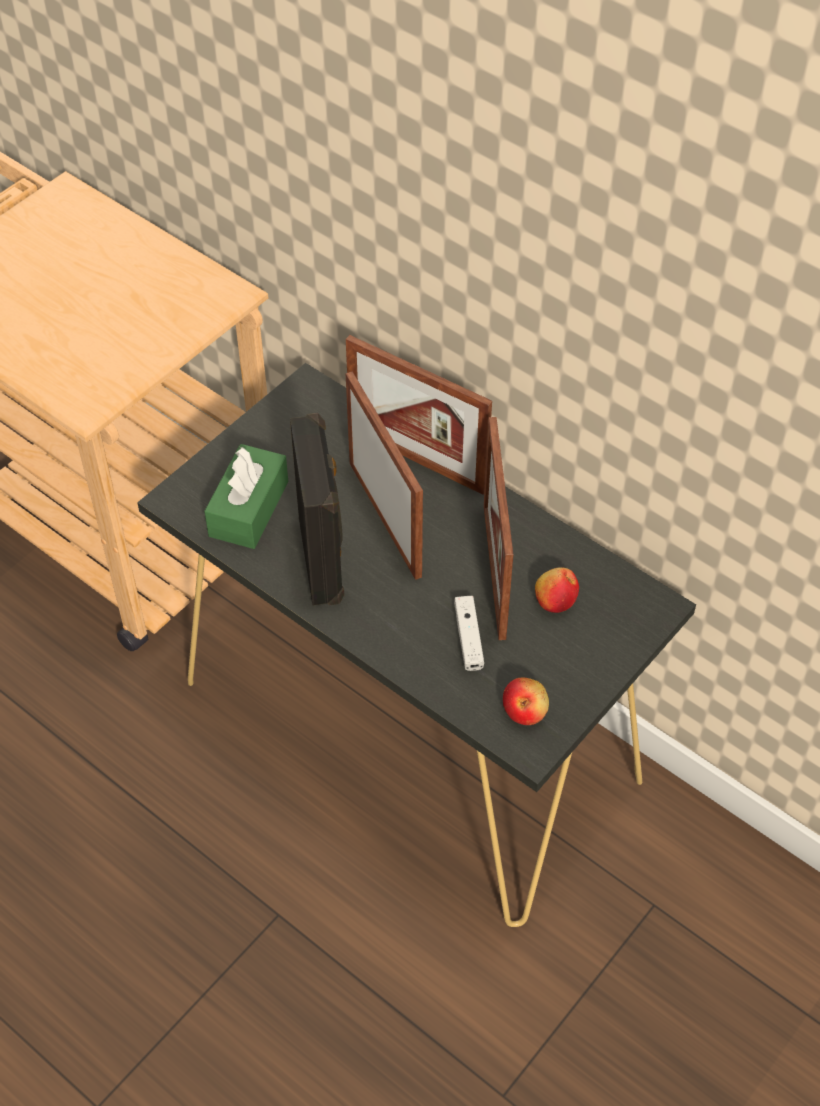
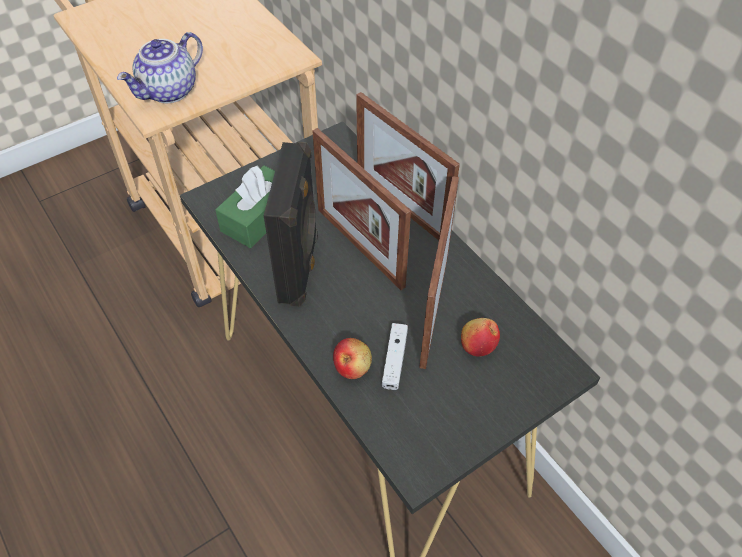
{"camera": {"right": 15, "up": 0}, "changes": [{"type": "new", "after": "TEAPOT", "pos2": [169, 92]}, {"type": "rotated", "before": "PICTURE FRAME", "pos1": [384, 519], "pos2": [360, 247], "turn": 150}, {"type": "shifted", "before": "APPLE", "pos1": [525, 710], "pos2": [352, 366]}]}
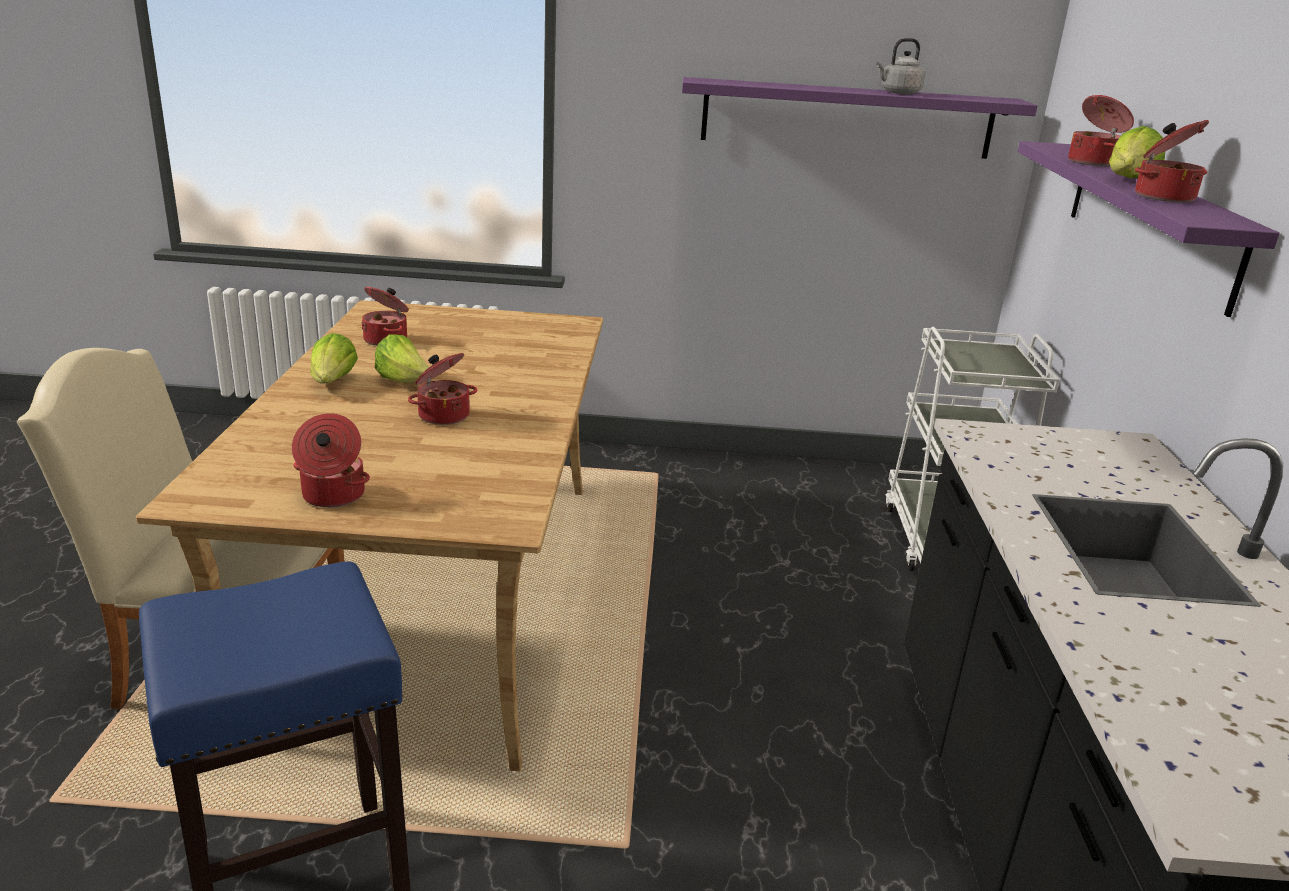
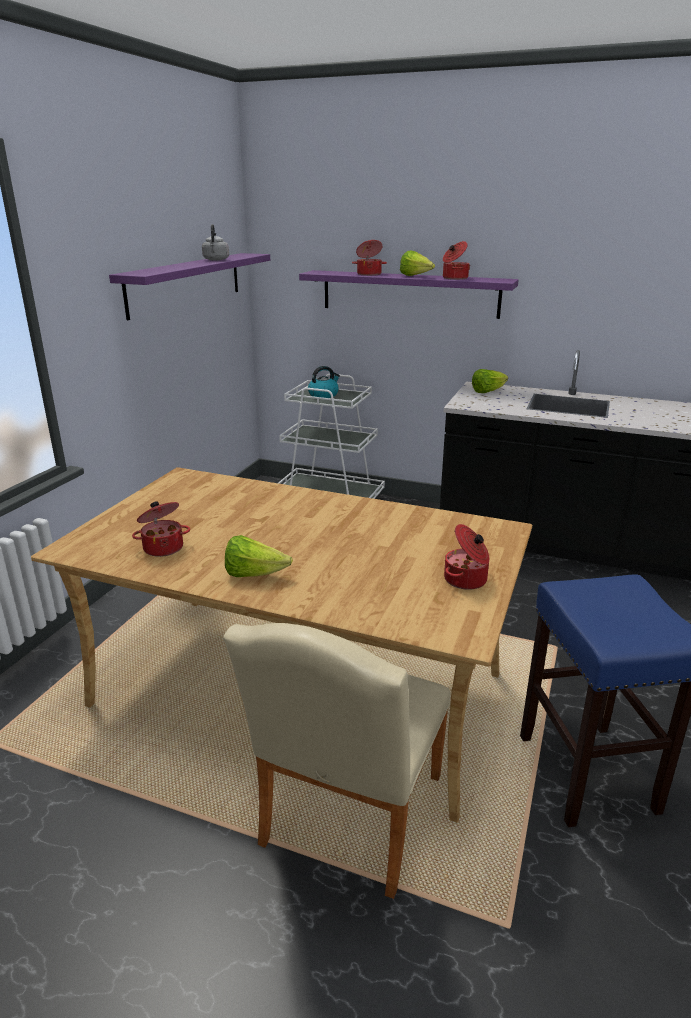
{"camera": {"right": -70, "up": 0}, "changes": [{"type": "new", "after": "KETTLE", "pos2": [323, 395]}, {"type": "shifted", "before": "LETTUCE", "pos1": [405, 382], "pos2": [487, 392]}, {"type": "gone", "before": "COOKING POT", "pos1": [443, 415]}]}
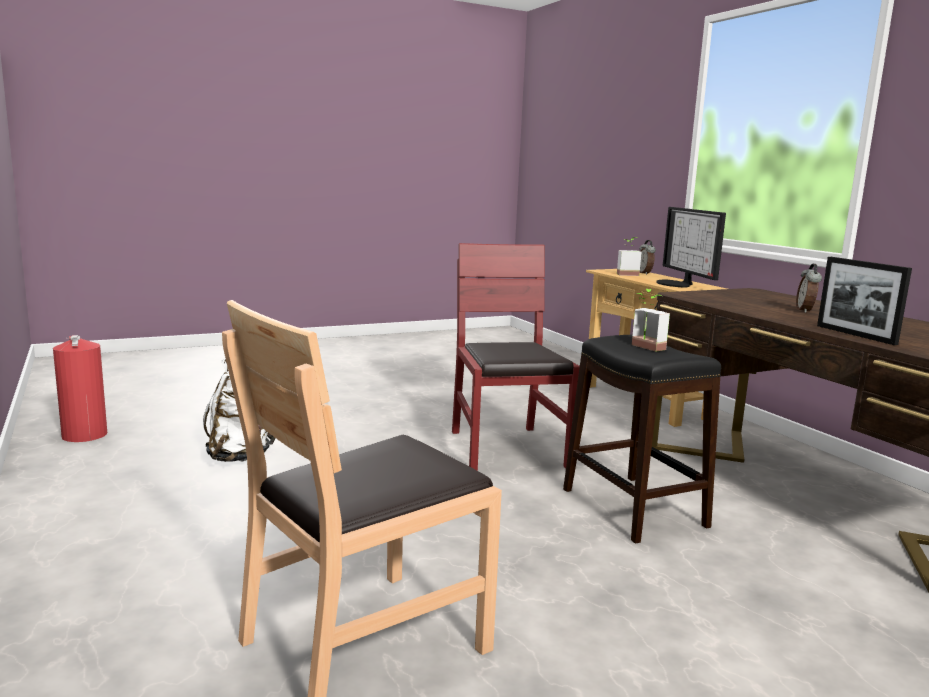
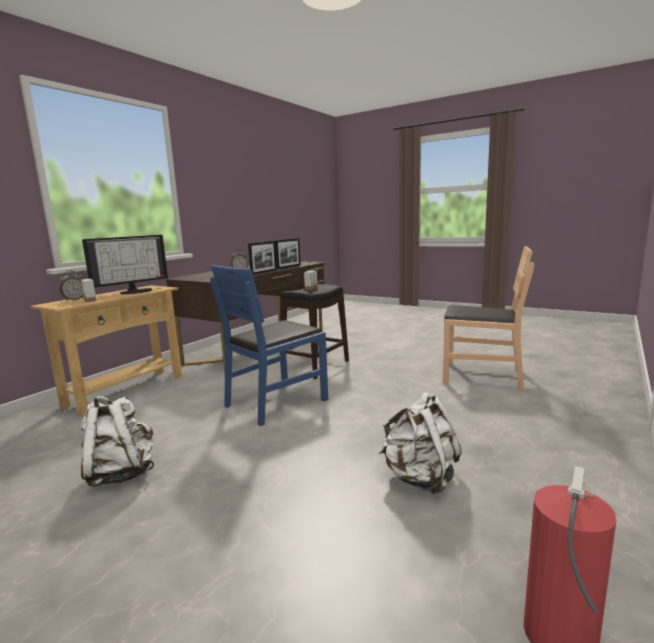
{"camera": {"right": -120, "up": 0}, "changes": [{"type": "new", "after": "WHITE BACKPACK", "pos2": [121, 474]}, {"type": "repainted", "before": "RED CHAIR", "after": "BLUE CHAIR", "pos1": [506, 449], "pos2": [276, 402]}, {"type": "new", "after": "PICTURE FRAME", "pos2": [264, 272]}]}
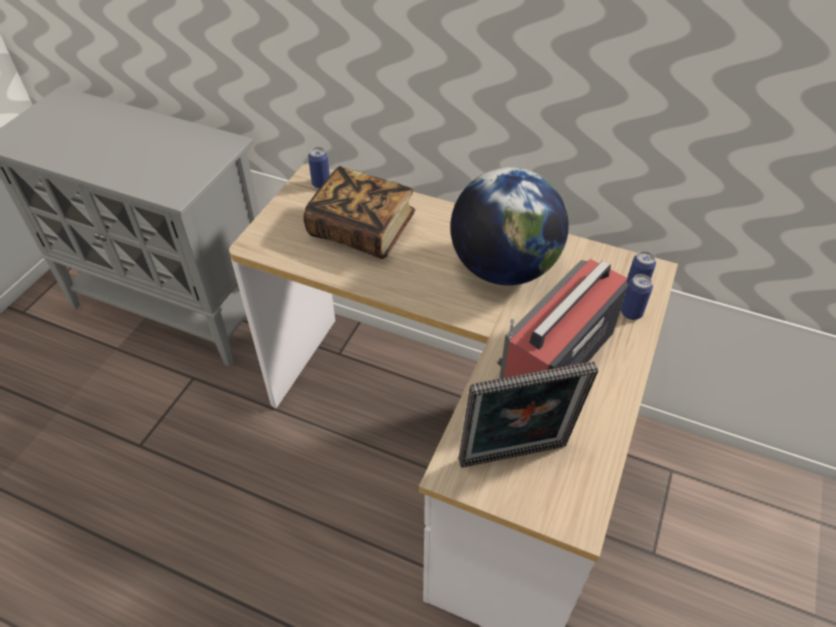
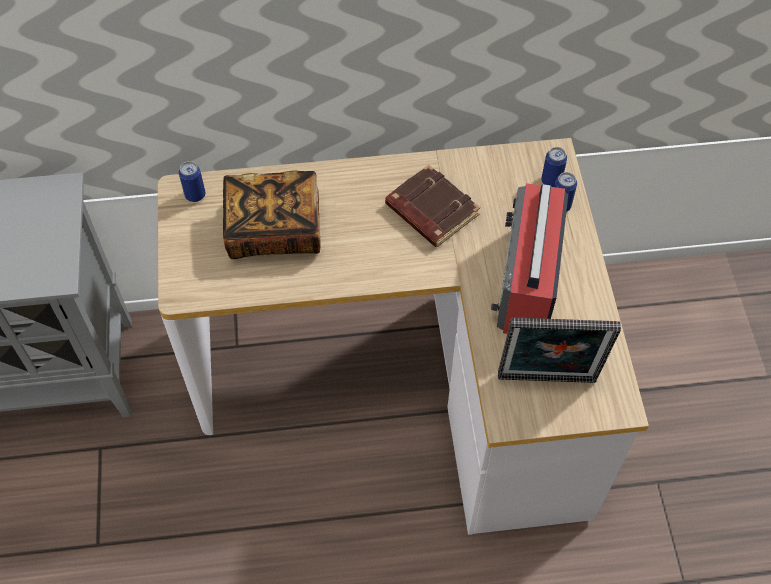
{"camera": {"right": -30, "up": 10}, "changes": [{"type": "swapped", "before": "GLOBE", "after": "BROWN BOOK", "pos1": [503, 268], "pos2": [430, 210]}, {"type": "rotated", "before": "PICTURE FRAME", "pos1": [514, 459], "pos2": [546, 383], "turn": 45}]}
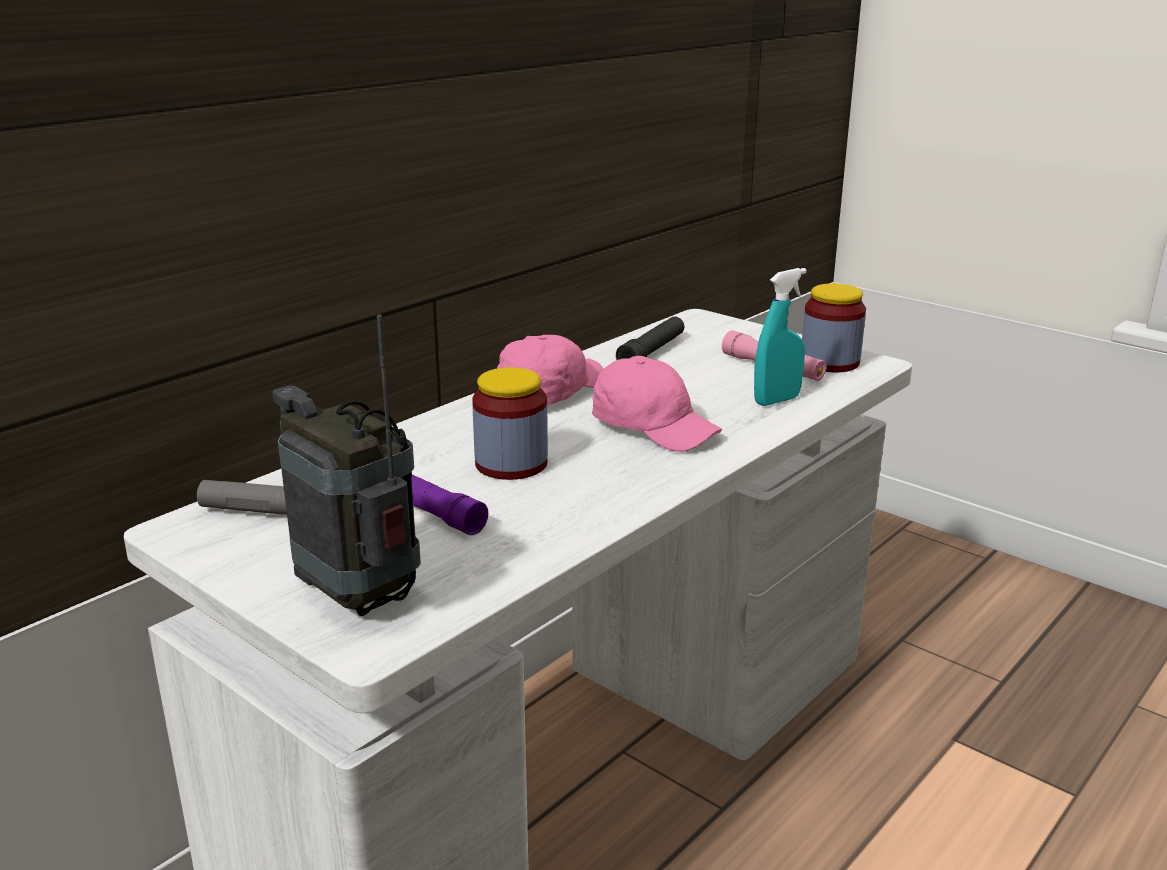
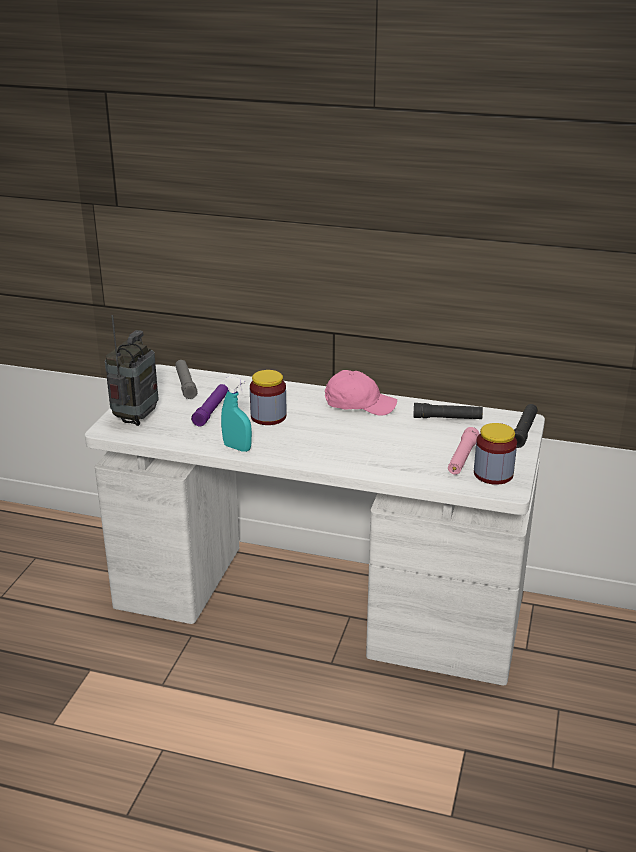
{"camera": {"right": 65, "up": 5}, "changes": [{"type": "shifted", "before": "TURQUOISE SPRAY BOTTLE", "pos1": [776, 400], "pos2": [237, 448]}, {"type": "new", "after": "BLACK FLASHLIGHT", "pos2": [523, 431]}, {"type": "gone", "before": "PINK CAP", "pos1": [653, 427]}]}
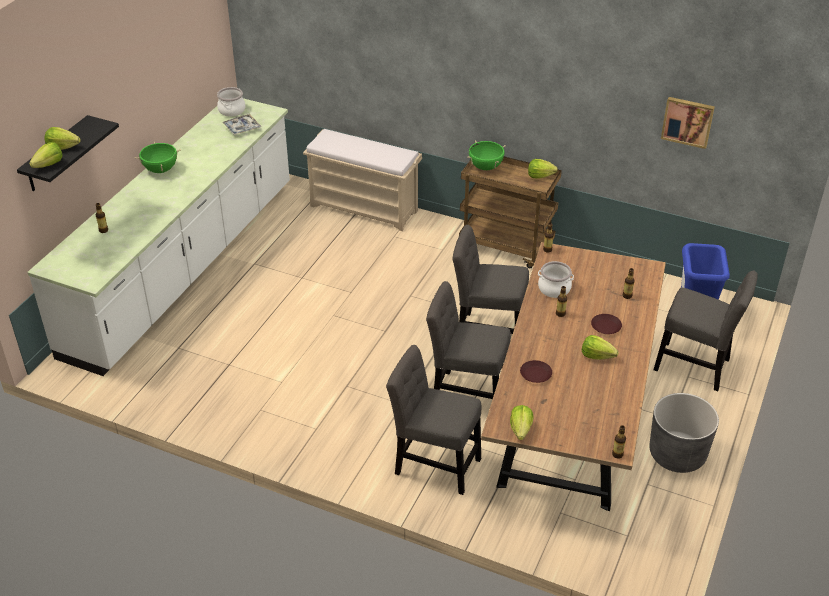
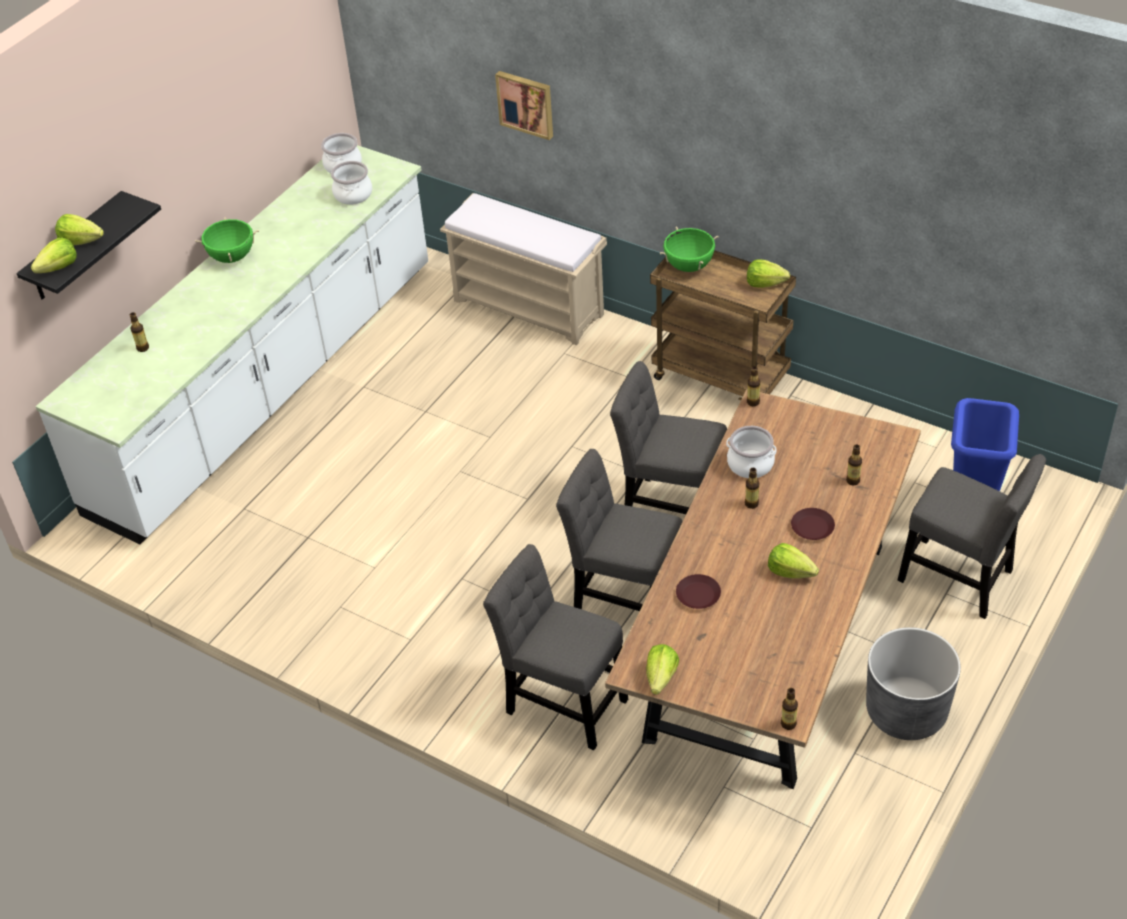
{"camera": {"right": 10, "up": 5}, "changes": [{"type": "swapped", "before": "TRAY", "after": "COOKING POT", "pos1": [242, 128], "pos2": [352, 194]}, {"type": "shifted", "before": "PICTURE", "pos1": [687, 121], "pos2": [526, 103]}]}
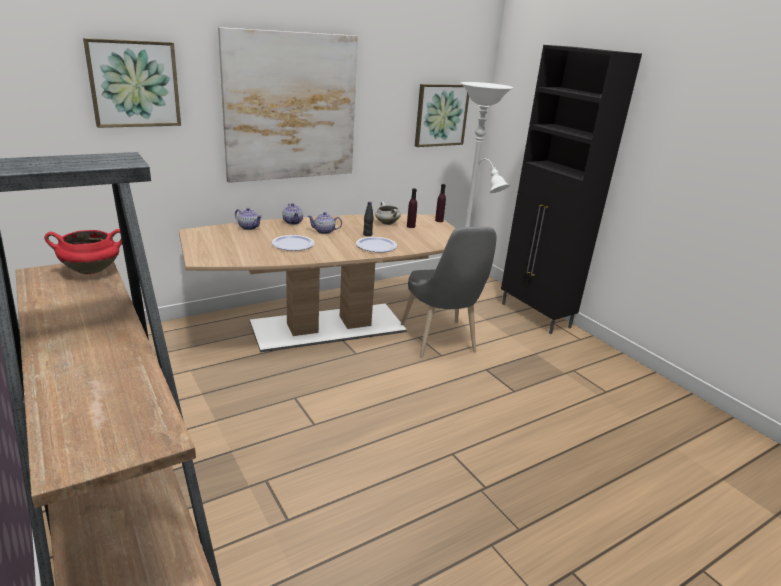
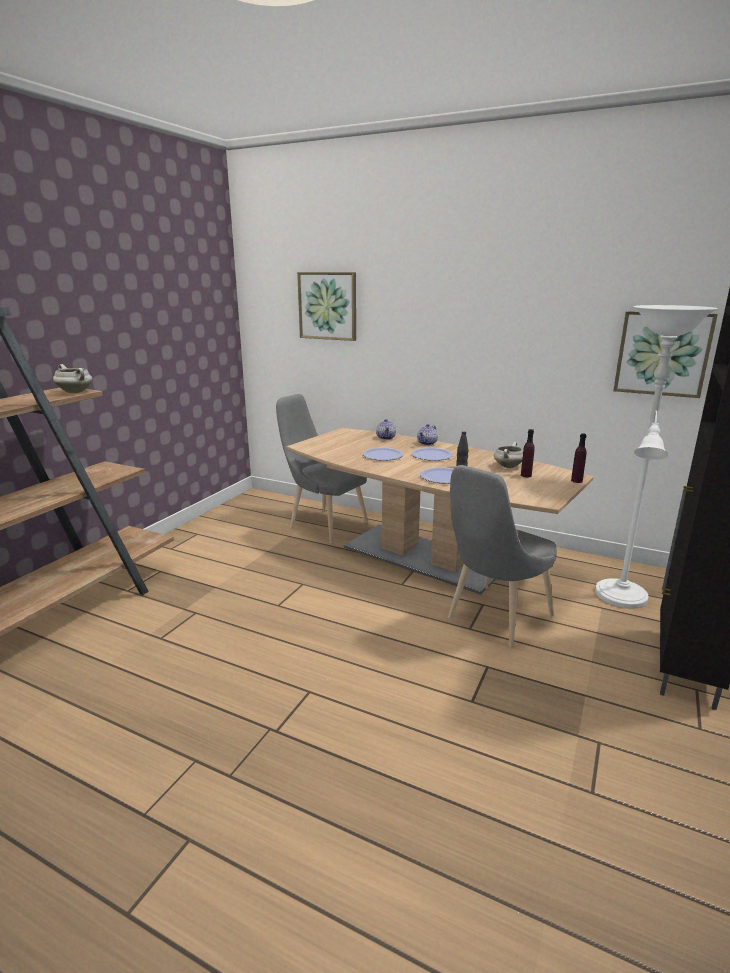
{"camera": {"right": 60, "up": -5}, "changes": [{"type": "repainted", "before": "RED COOKING POT", "after": "WHITE COOKING POT", "pos1": [92, 270], "pos2": [76, 392]}, {"type": "new", "after": "GREY CHAIR", "pos2": [324, 524]}, {"type": "swapped", "before": "TEAPOT", "after": "PLATE", "pos1": [324, 231], "pos2": [432, 455]}, {"type": "gone", "before": "PICTURE", "pos1": [291, 107]}]}
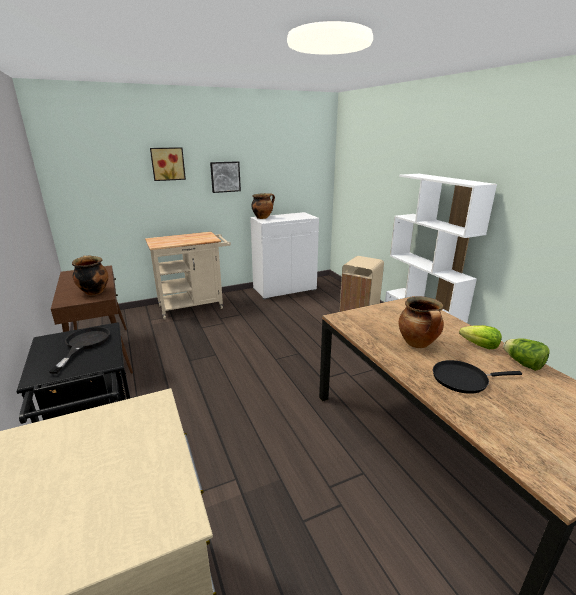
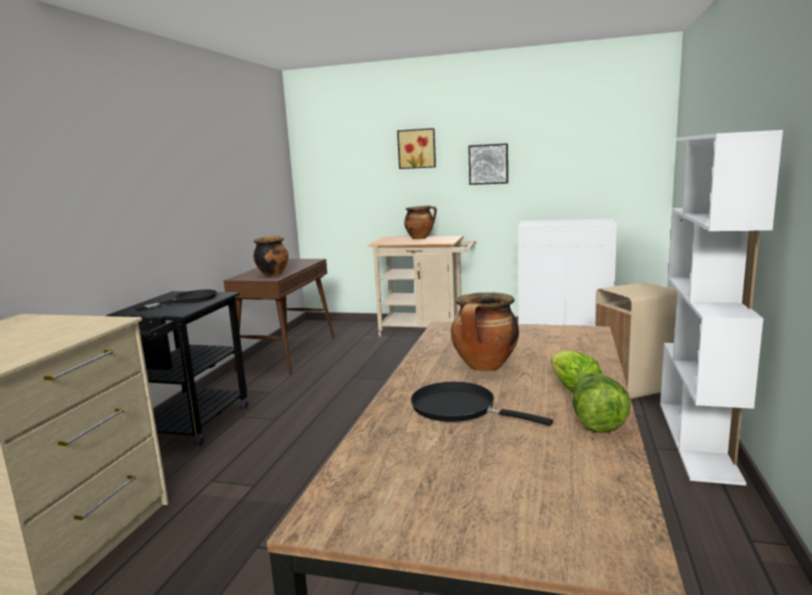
{"camera": {"right": 40, "up": -10}, "changes": [{"type": "shifted", "before": "COOKING POT", "pos1": [263, 217], "pos2": [420, 238]}]}
